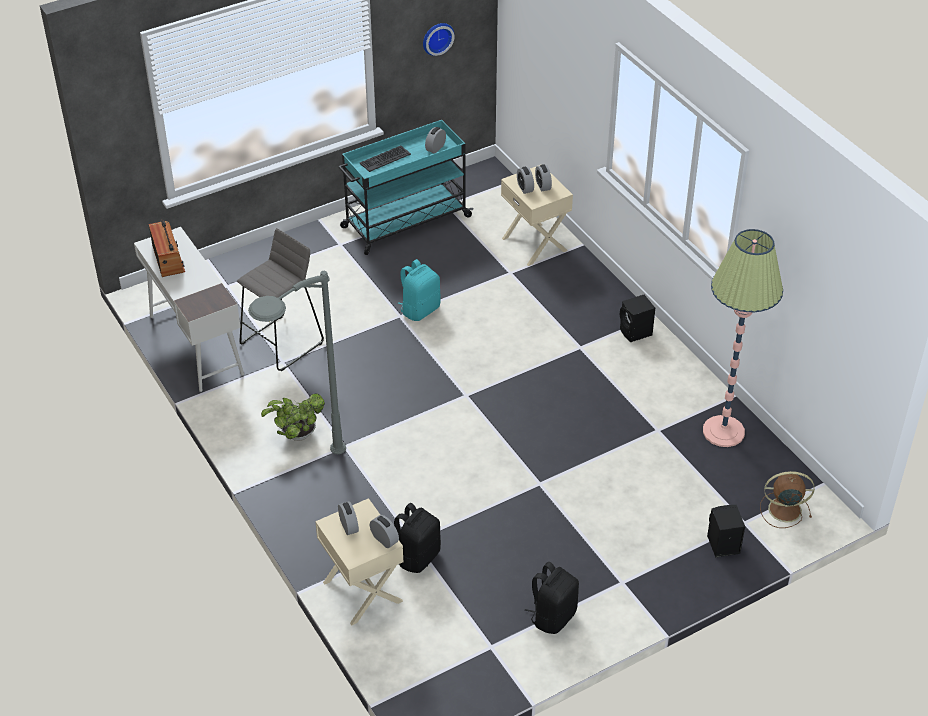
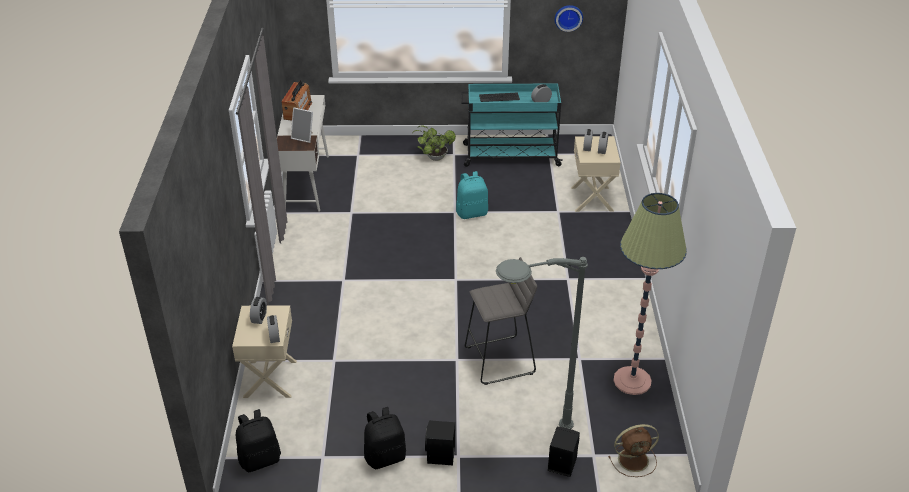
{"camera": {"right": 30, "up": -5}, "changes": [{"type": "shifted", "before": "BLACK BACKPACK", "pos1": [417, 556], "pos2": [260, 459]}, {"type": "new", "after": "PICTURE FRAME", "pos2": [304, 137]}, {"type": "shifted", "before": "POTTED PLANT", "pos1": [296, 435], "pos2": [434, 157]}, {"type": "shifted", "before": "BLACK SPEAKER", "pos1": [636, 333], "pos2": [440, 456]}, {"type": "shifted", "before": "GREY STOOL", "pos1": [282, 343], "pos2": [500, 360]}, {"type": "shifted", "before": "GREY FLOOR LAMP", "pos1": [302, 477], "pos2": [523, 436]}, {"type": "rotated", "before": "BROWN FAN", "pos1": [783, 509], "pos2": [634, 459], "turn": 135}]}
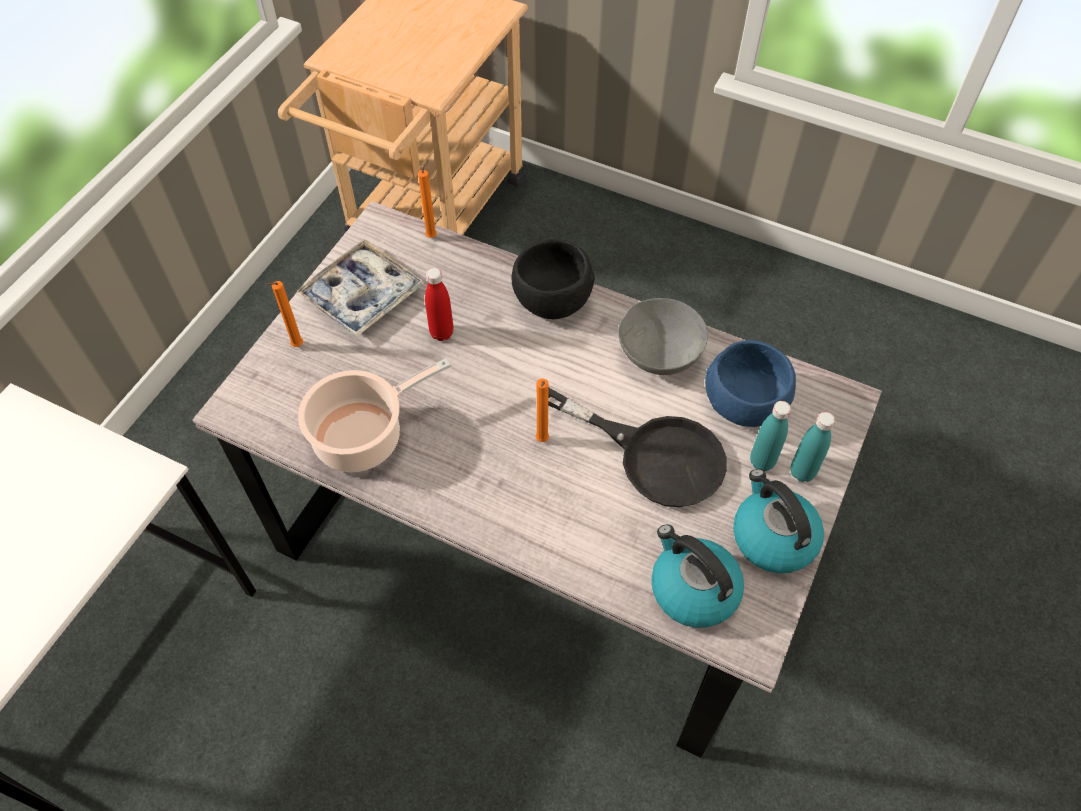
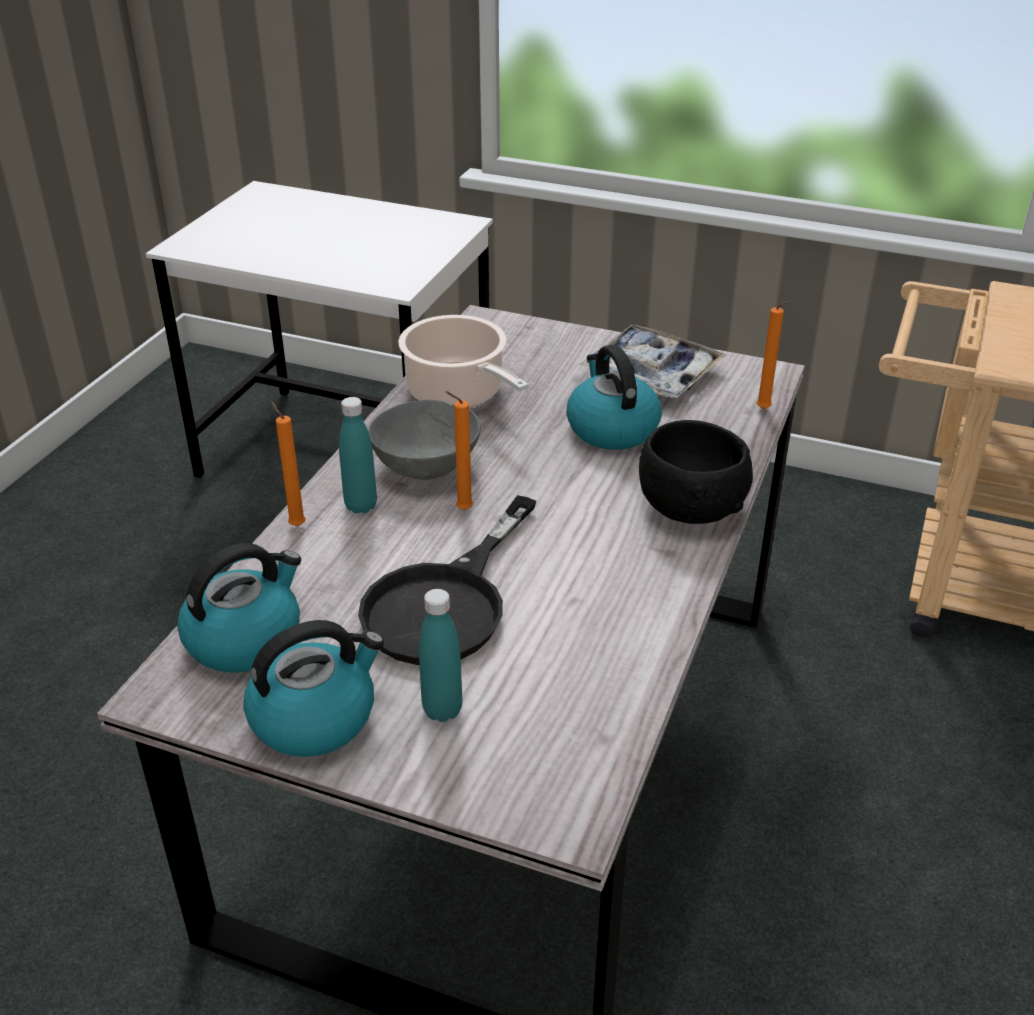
{"camera": {"right": 85, "up": -20}, "changes": [{"type": "shifted", "before": "ORANGE CANDLE", "pos1": [296, 346], "pos2": [295, 525]}, {"type": "shifted", "before": "TURQUOISE BOTTLE", "pos1": [802, 472], "pos2": [361, 506]}, {"type": "shifted", "before": "GREY BOWL", "pos1": [659, 354], "pos2": [426, 466]}, {"type": "swapped", "before": "RED BOTTLE", "after": "KETTLE", "pos1": [441, 333], "pos2": [611, 428]}, {"type": "gone", "before": "BLUE BOWL", "pos1": [743, 404]}]}
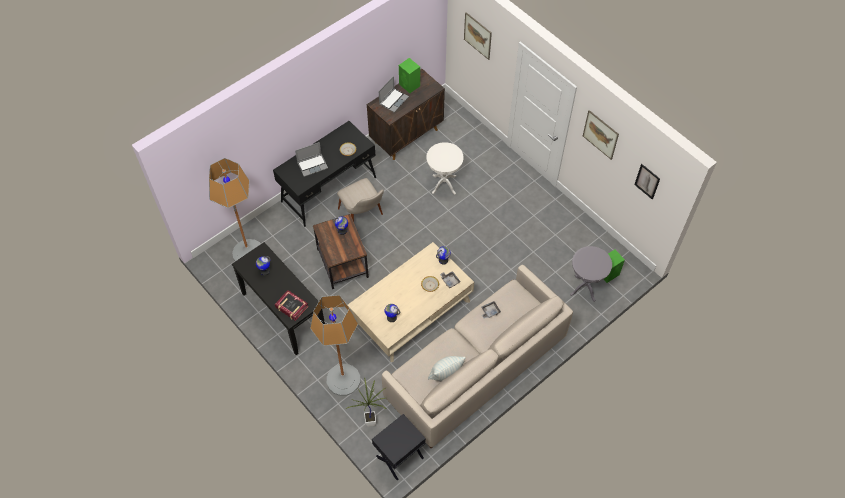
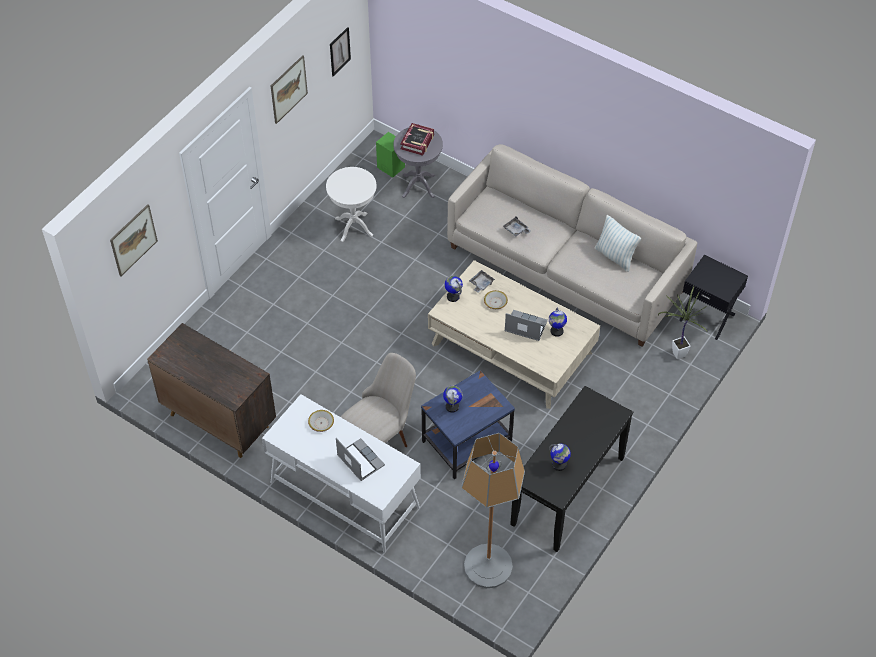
{"camera": {"right": -105, "up": -5}, "changes": [{"type": "repainted", "before": "BLACK DESK", "after": "WHITE DESK", "pos1": [329, 189], "pos2": [344, 494]}, {"type": "shifted", "before": "WHITE SIDE TABLE", "pos1": [444, 184], "pos2": [354, 227]}, {"type": "shifted", "before": "BOOK", "pos1": [291, 307], "pos2": [417, 142]}, {"type": "repainted", "before": "BROWN SIDE TABLE", "after": "BLUE SIDE TABLE", "pos1": [342, 263], "pos2": [467, 443]}, {"type": "shifted", "before": "LAPTOP", "pos1": [393, 100], "pos2": [525, 326]}, {"type": "gone", "before": "FLOOR LAMP", "pos1": [343, 380]}, {"type": "gone", "before": "GREEN SPEAKER", "pos1": [410, 85]}]}
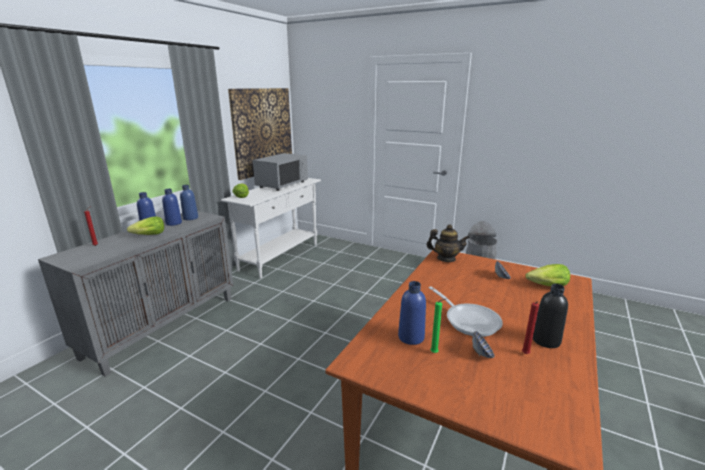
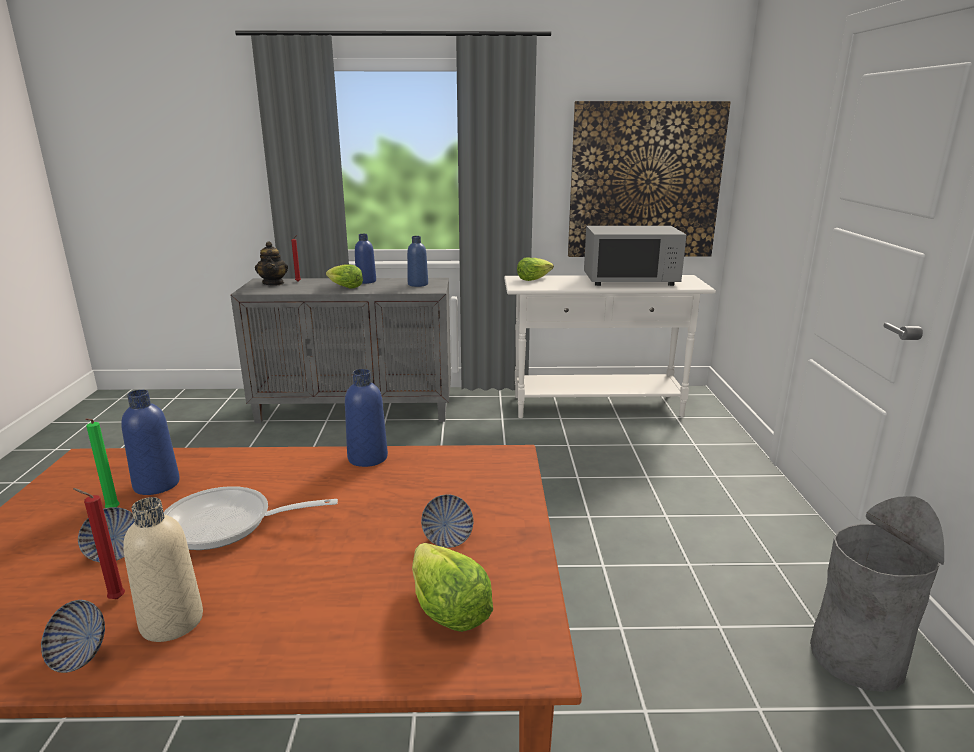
{"camera": {"right": 60, "up": 0}, "changes": [{"type": "new", "after": "BOWL", "pos2": [79, 655]}, {"type": "repainted", "before": "BLACK BOTTLE", "after": "BEIGE BOTTLE", "pos1": [546, 340], "pos2": [172, 621]}, {"type": "rotated", "before": "FRYING PAN", "pos1": [469, 320], "pos2": [227, 525], "turn": 60}, {"type": "shifted", "before": "TEAPOT", "pos1": [446, 259], "pos2": [273, 283]}, {"type": "shifted", "before": "BLUE BOTTLE", "pos1": [174, 223], "pos2": [367, 458]}]}
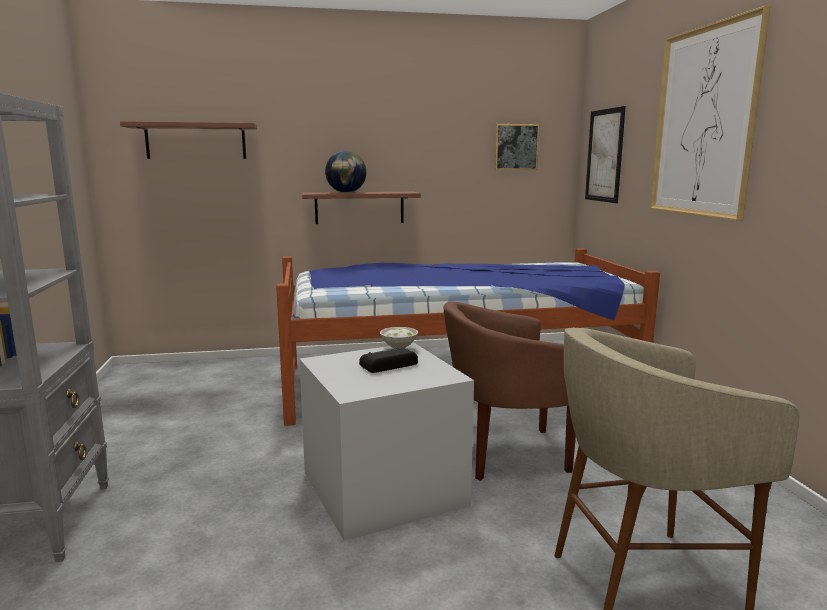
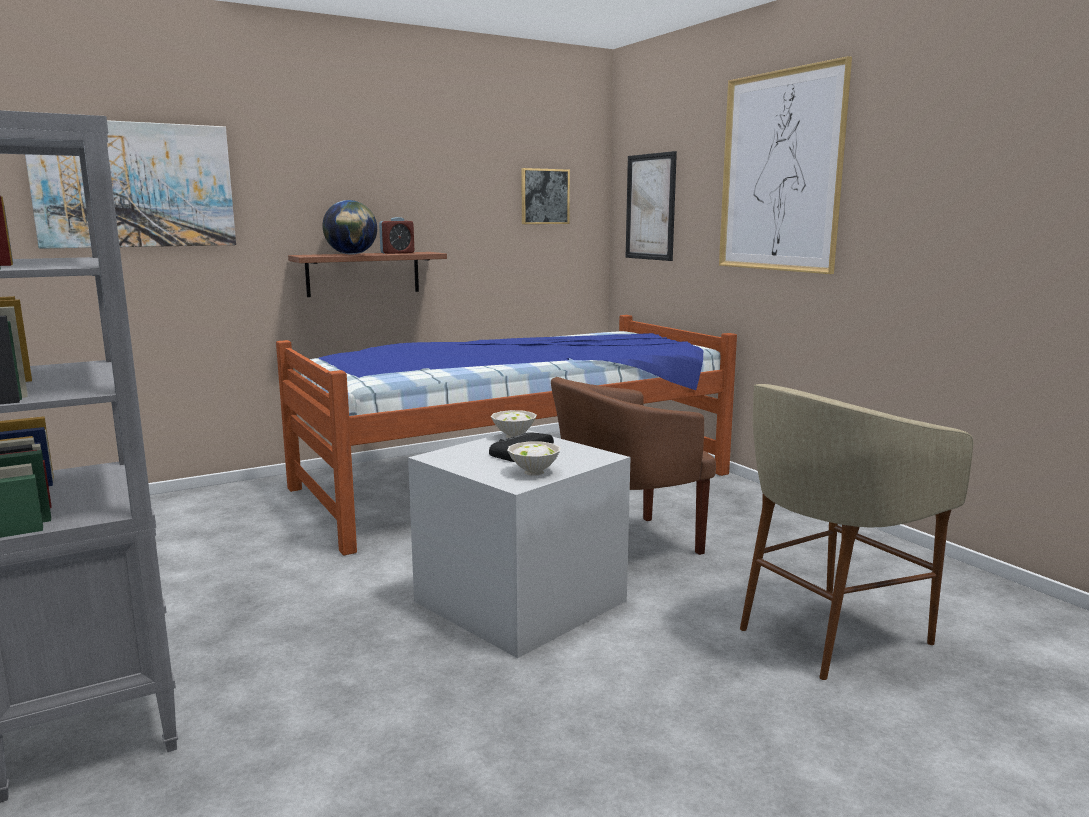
{"camera": {"right": -20, "up": 0}, "changes": [{"type": "swapped", "before": "BROWN SHELF", "after": "PICTURE", "pos1": [196, 141], "pos2": [135, 185]}, {"type": "new", "after": "ALARM CLOCK", "pos2": [397, 253]}, {"type": "new", "after": "WHITE BOWL", "pos2": [532, 472]}]}
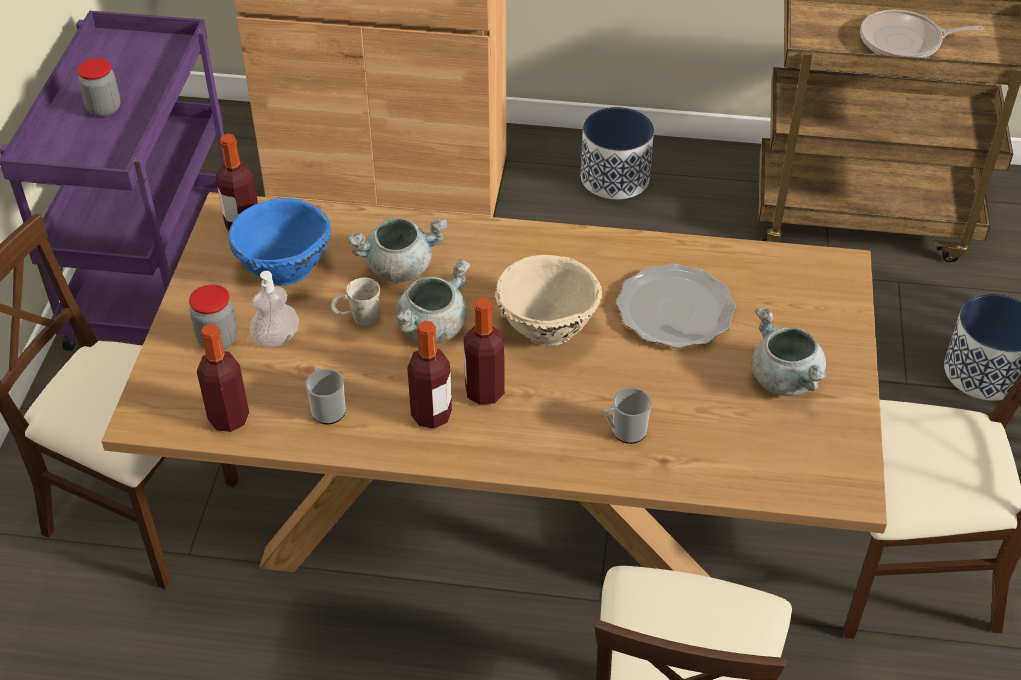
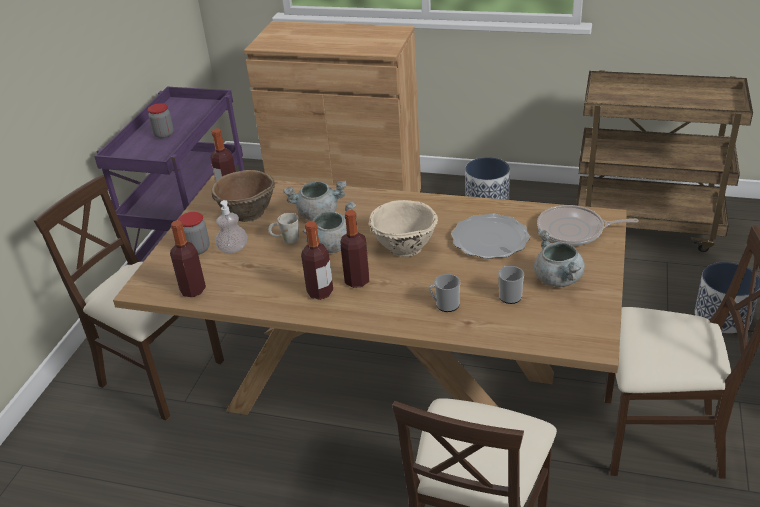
{"camera": {"right": 10, "up": -10}, "changes": [{"type": "repainted", "before": "BLUE BOWL", "after": "BROWN BOWL", "pos1": [284, 270], "pos2": [247, 214]}, {"type": "shifted", "before": "MUG", "pos1": [327, 408], "pos2": [509, 295]}, {"type": "shifted", "before": "FRYING PAN", "pos1": [904, 42], "pos2": [574, 231]}]}
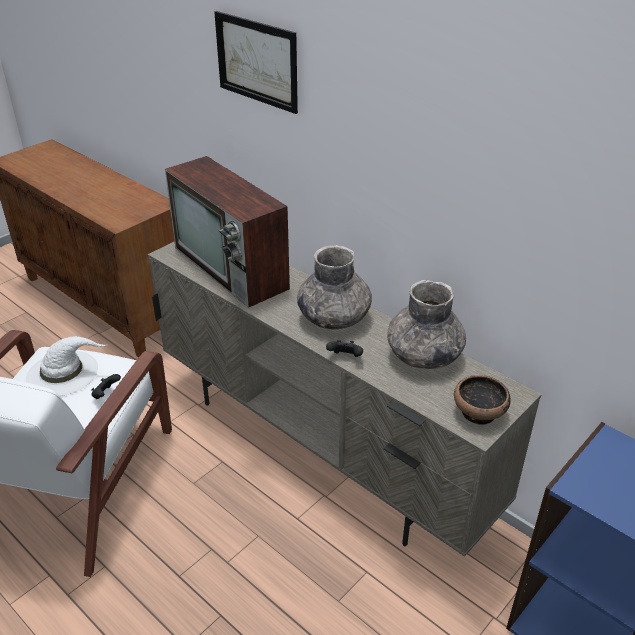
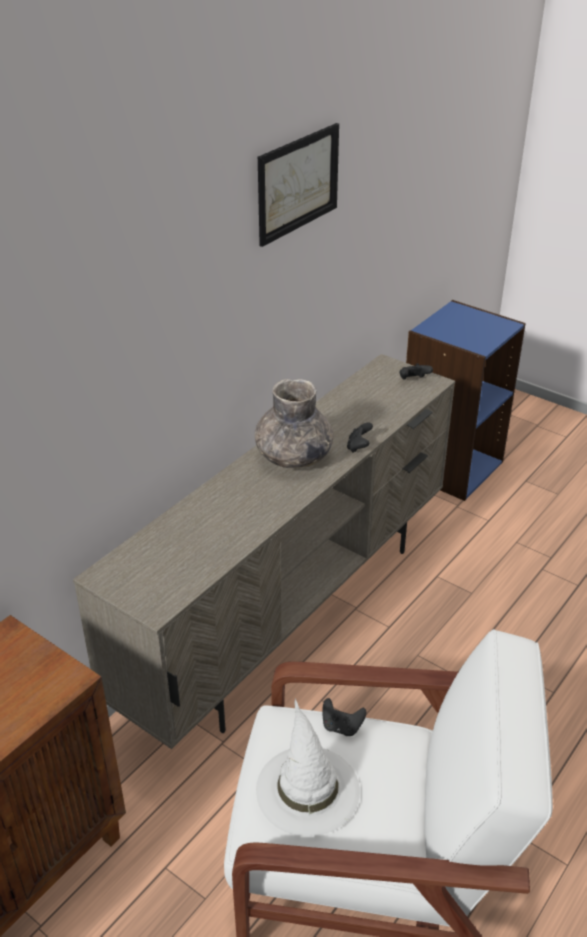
{"camera": {"right": -95, "up": 0}, "changes": [{"type": "shifted", "before": "PICTURE", "pos1": [256, 61], "pos2": [298, 183]}, {"type": "swapped", "before": "BOWL", "after": "BLACK GAME CONTROLLER", "pos1": [479, 413], "pos2": [413, 380]}, {"type": "gone", "before": "TELEVISION", "pos1": [232, 268]}, {"type": "gone", "before": "GREY VASE", "pos1": [423, 355]}]}
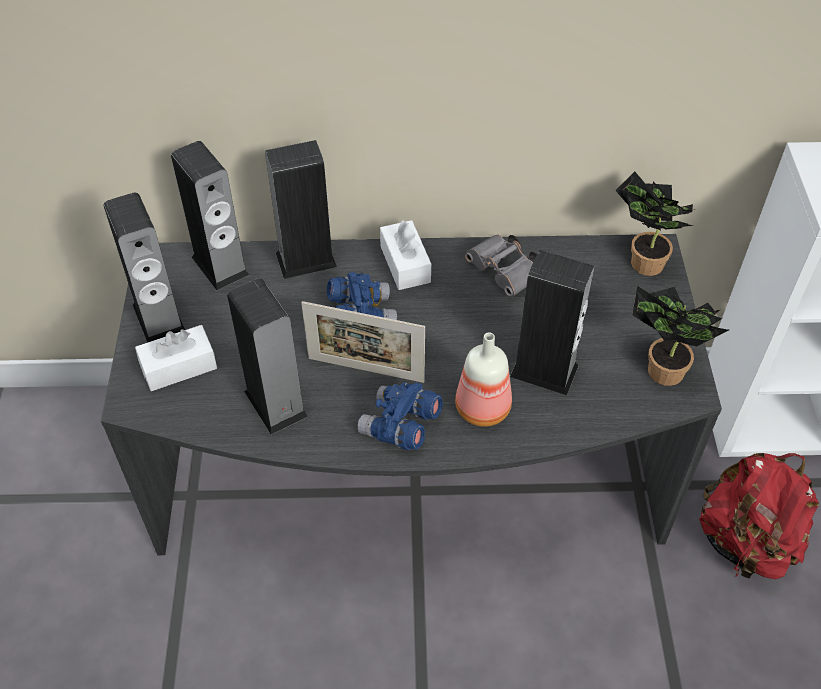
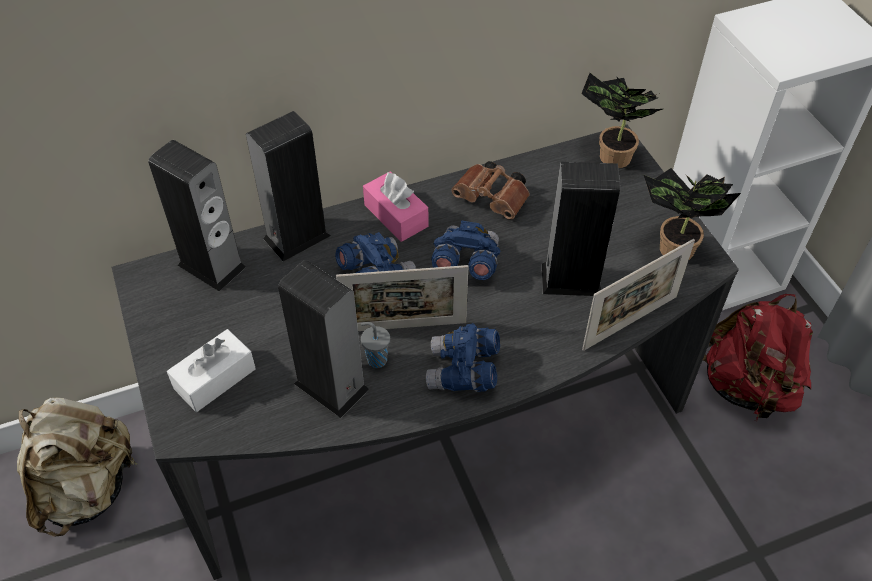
{"camera": {"right": -20, "up": 0}, "changes": [{"type": "new", "after": "BEIGE BACKPACK", "pos2": [87, 488]}, {"type": "new", "after": "GREY CUP", "pos2": [376, 359]}, {"type": "repainted", "before": "WHITE TISSUE BOX", "after": "PINK TISSUE BOX", "pos1": [405, 264], "pos2": [396, 215]}, {"type": "new", "after": "BLUE BINOCULARS", "pos2": [465, 263]}, {"type": "repainted", "before": "GREY BINOCULARS", "after": "BROWN BINOCULARS", "pos1": [505, 274], "pos2": [493, 200]}, {"type": "new", "after": "PICTURE FRAME", "pos2": [630, 322]}, {"type": "gone", "before": "SPEAKER", "pos1": [159, 318]}, {"type": "gone", "before": "BOTTLE", "pos1": [482, 406]}]}
